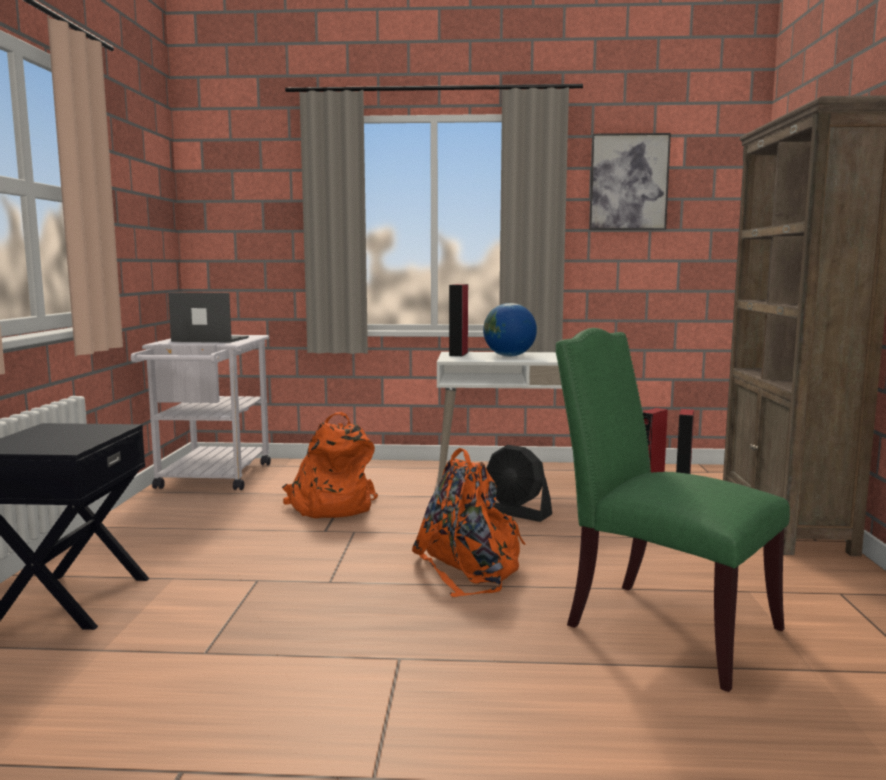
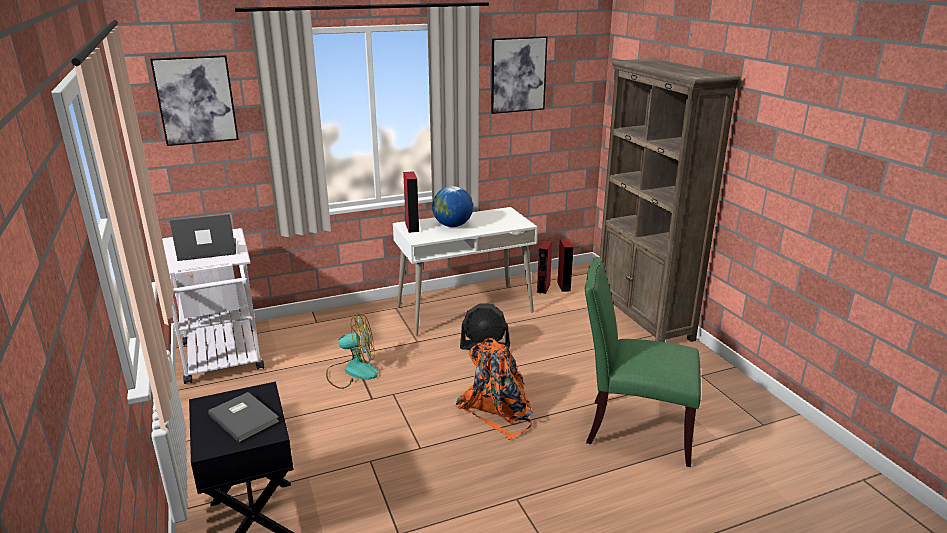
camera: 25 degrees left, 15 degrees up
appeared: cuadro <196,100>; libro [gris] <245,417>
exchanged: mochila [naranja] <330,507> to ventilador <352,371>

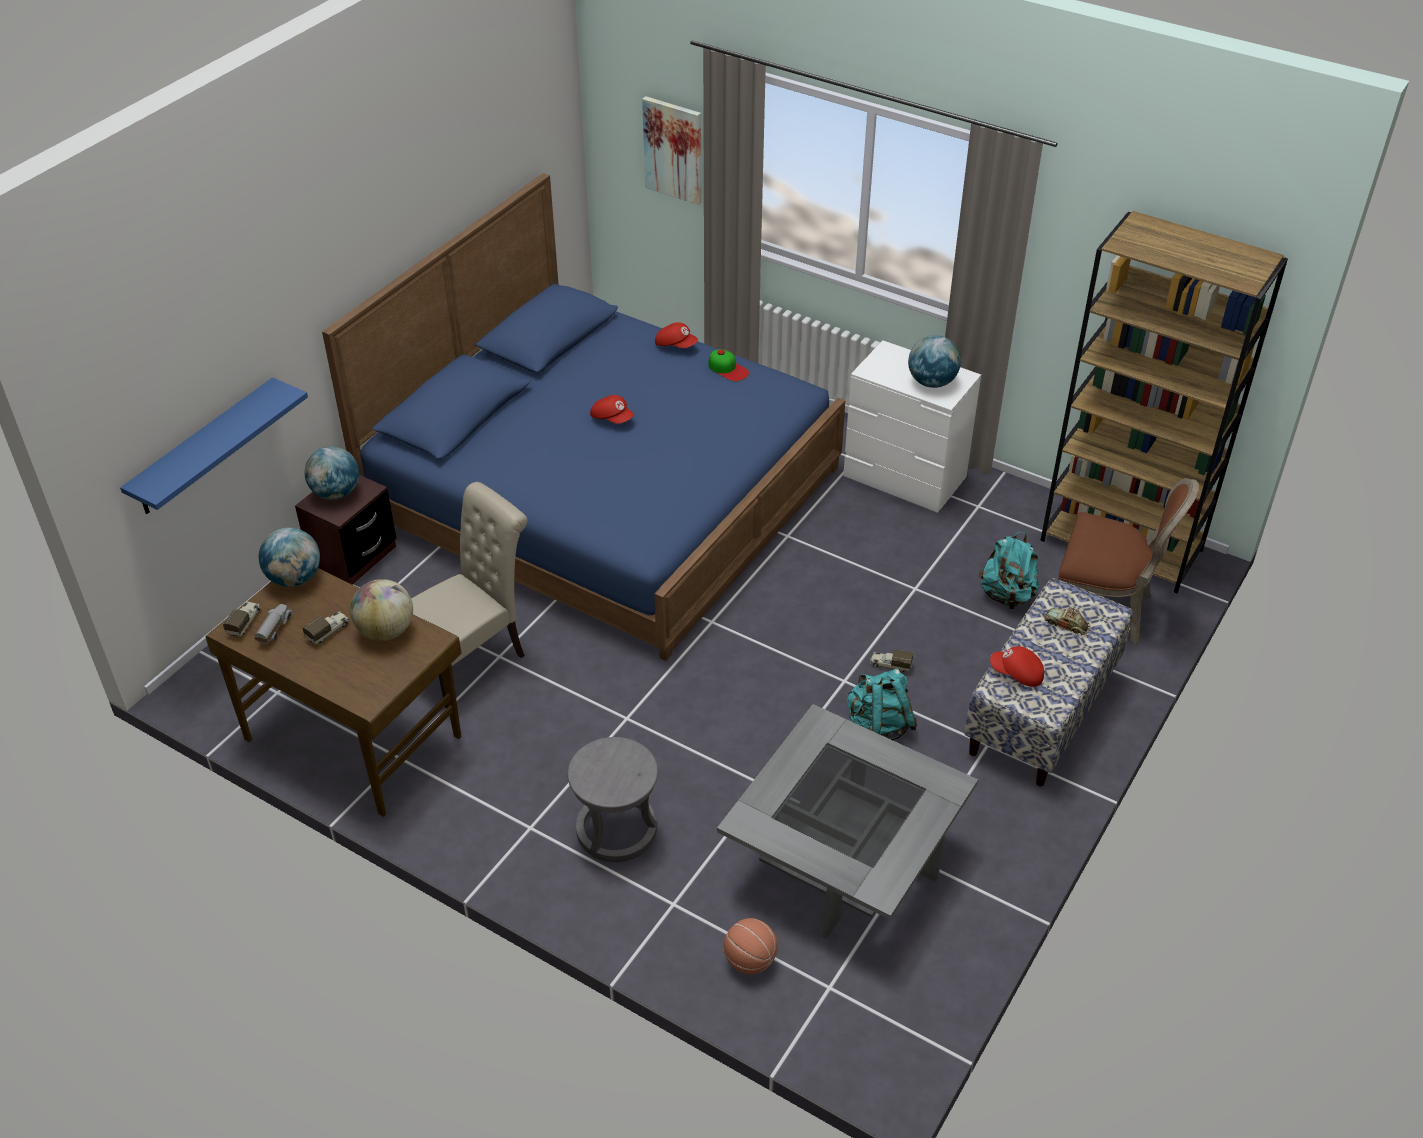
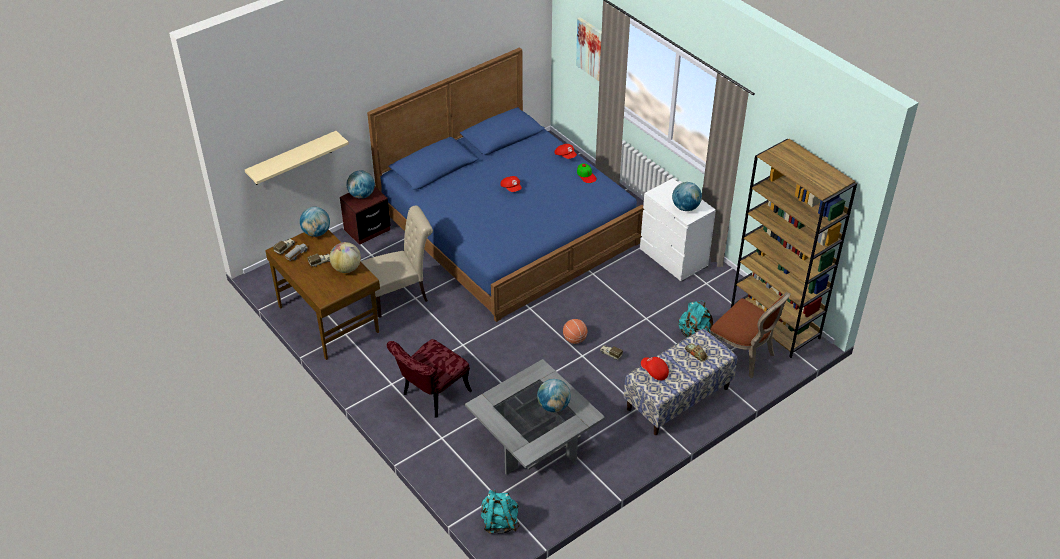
camera: 20 degrees right, 0 degrees up
appeared: globo terráqueo <553,406>
relocated: mochila [turquesa] <878,726> to <499,522>; balón de baloncesto <749,960> to <574,339>
exchanged: taburete [gris] <616,830> to silla [rojo] <431,396>
colour: estante [azul] <204,448> to estante [beis] <292,158>

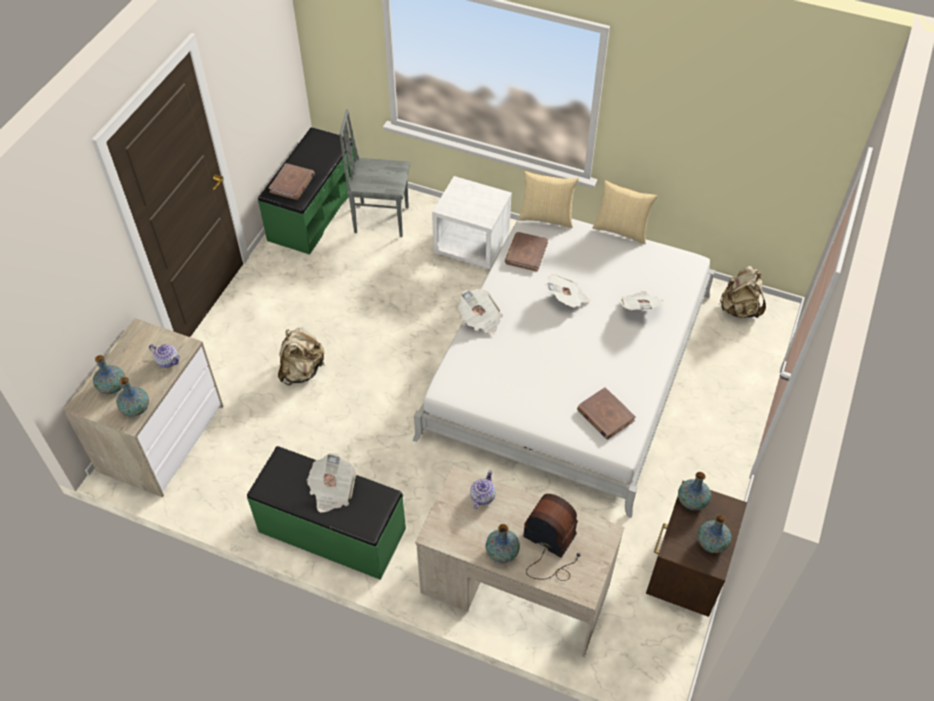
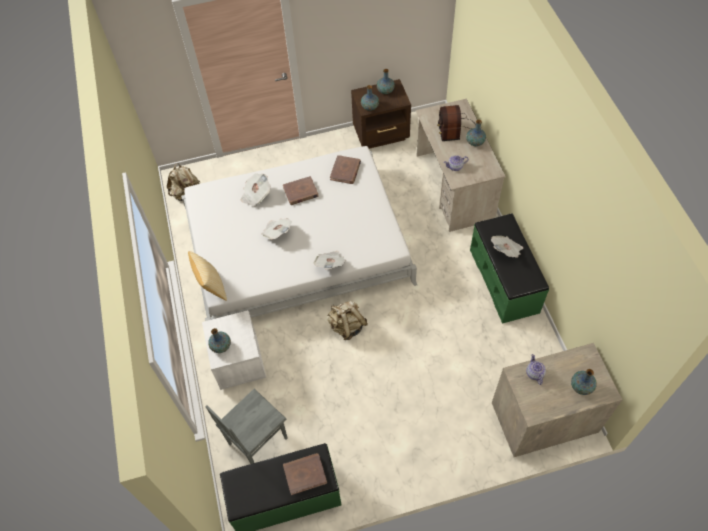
camera: 125 degrees left, 5 degrees up
missing: cojín <621,230>
relocated: libro [marrón] <526,253> to <300,192>; mochila [beis] <302,370> to <347,326>; florero <136,409> to <221,346>
spun: silla [gris] <381,219> = <257,441> 75 degrees clockwise

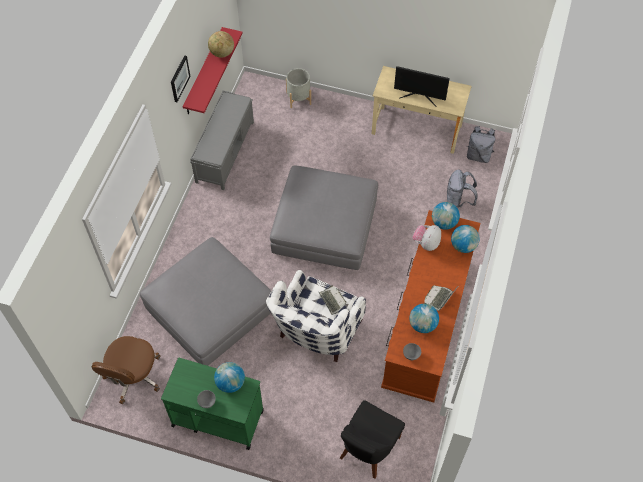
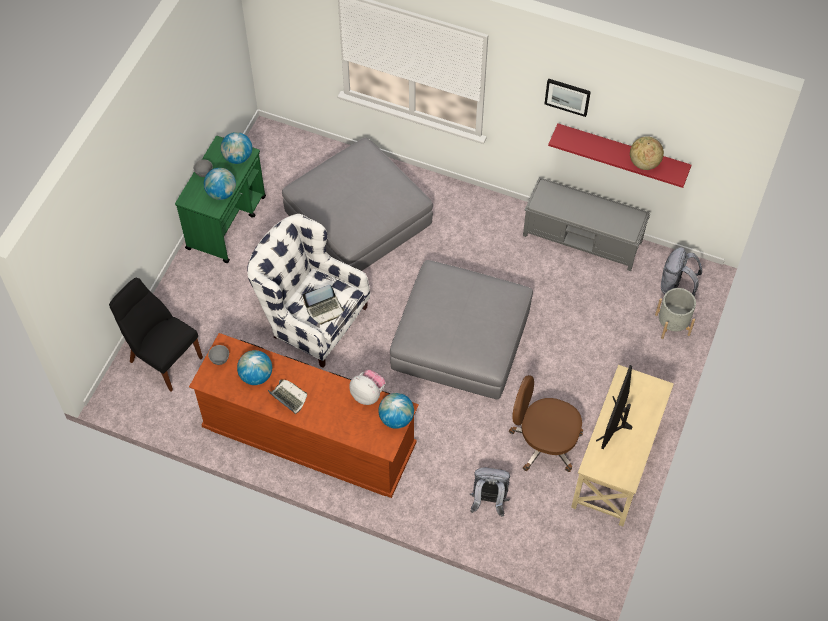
camera: 95 degrees right, 0 degrees up
relocated: mochila [gris] <478,155> to <676,287>; globo terráqueo <463,246> to <238,157>; silla de oficina [marrón] <133,376> to <544,442>

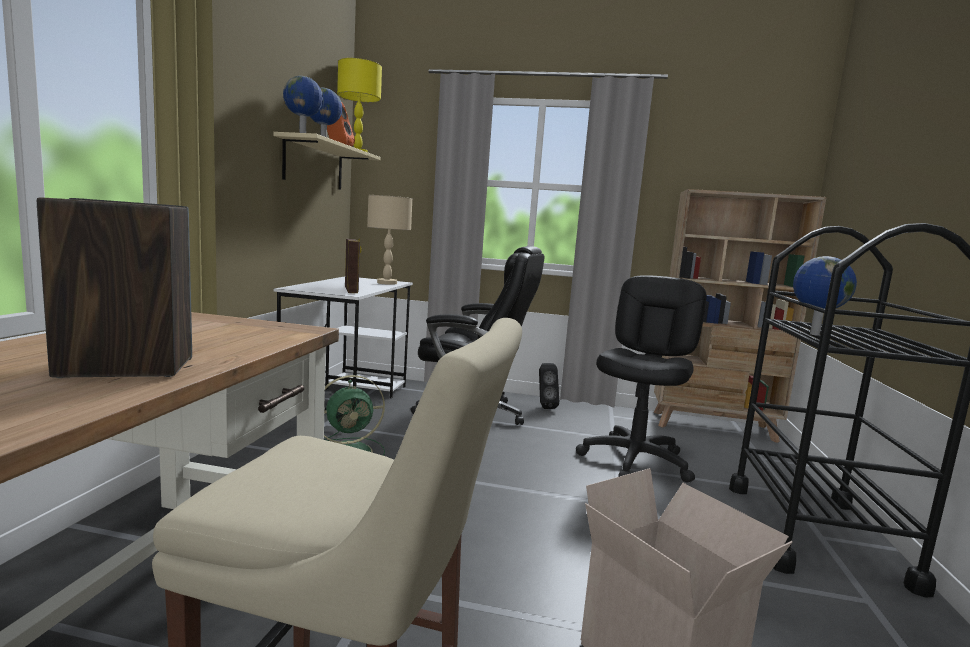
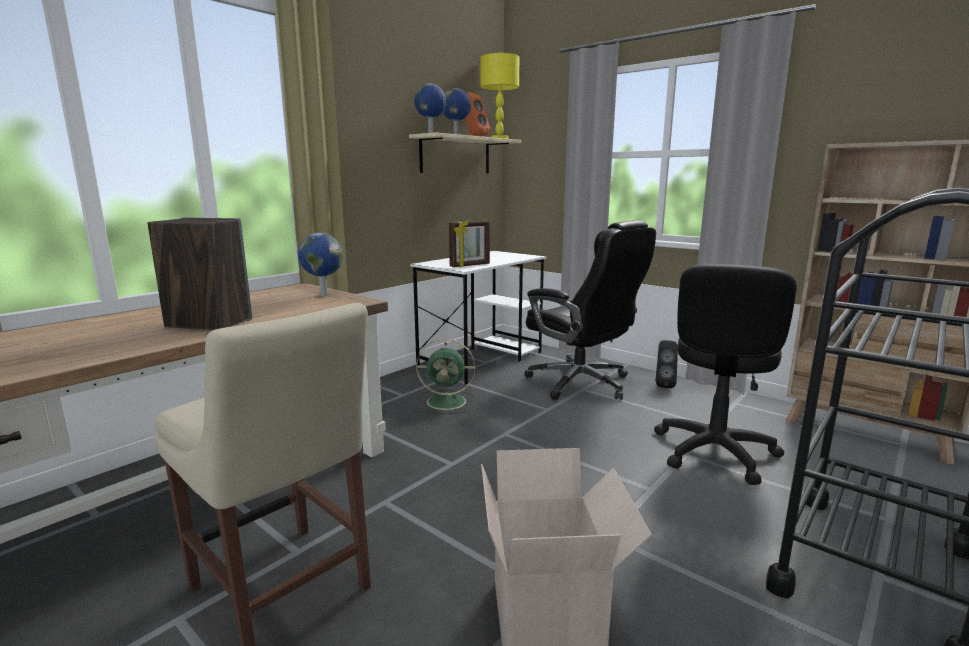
camera: 30 degrees right, 5 degrees up
missing: lámpara de mesa [beis] <387,283>
relocated: globo terráqueo <813,334> to <323,295>
spun: portarretratos <352,290> = <470,265> 45 degrees clockwise; silla de oficina [negro] <635,461> = <714,452> 150 degrees clockwise

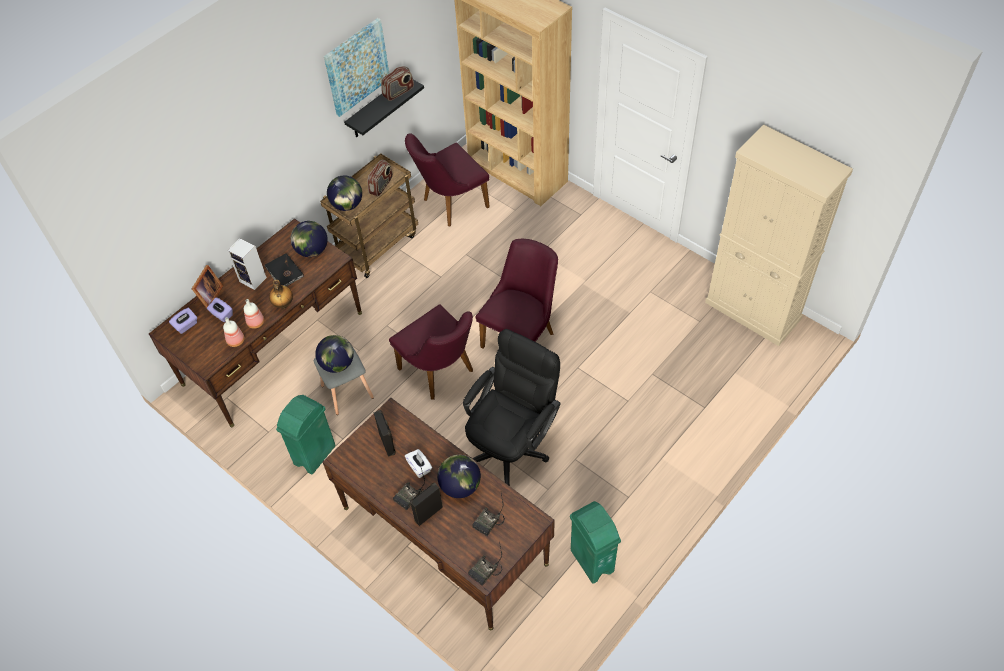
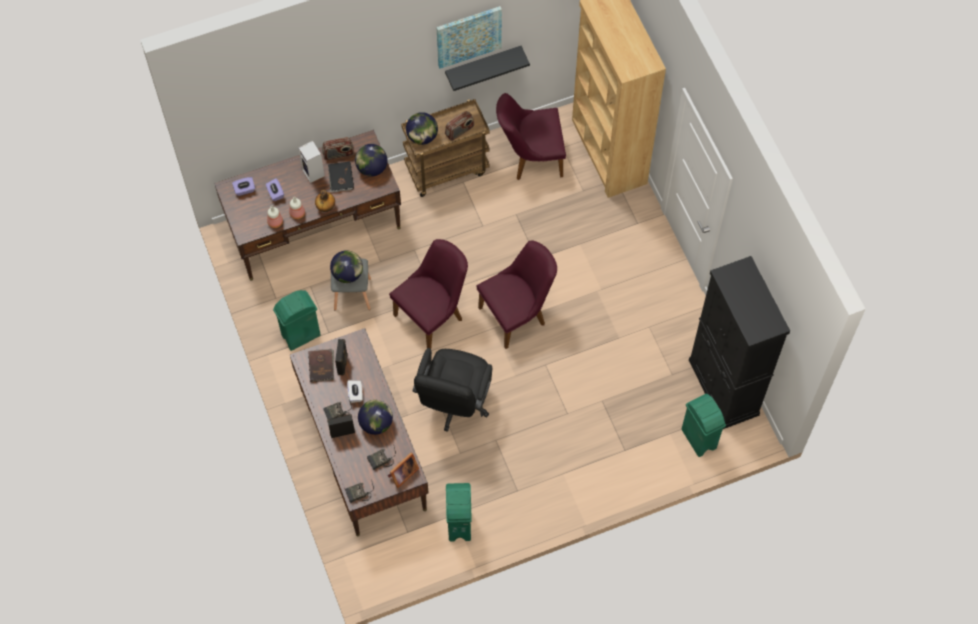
camera: 25 degrees right, 10 degrees up
appeared: libro [marrón] <322,366>; papelera [verde] <698,439>
relocated: radio <398,92> to <338,154>; portarretratos <208,297> to <402,474>
colour: armario [beis] <753,311> to armario [negro] <723,388>
spun: silla [morado] <441,373> = <434,314> 120 degrees counterclockwise; silla de oficina [negro] <512,445> = <454,404> 135 degrees clockwise

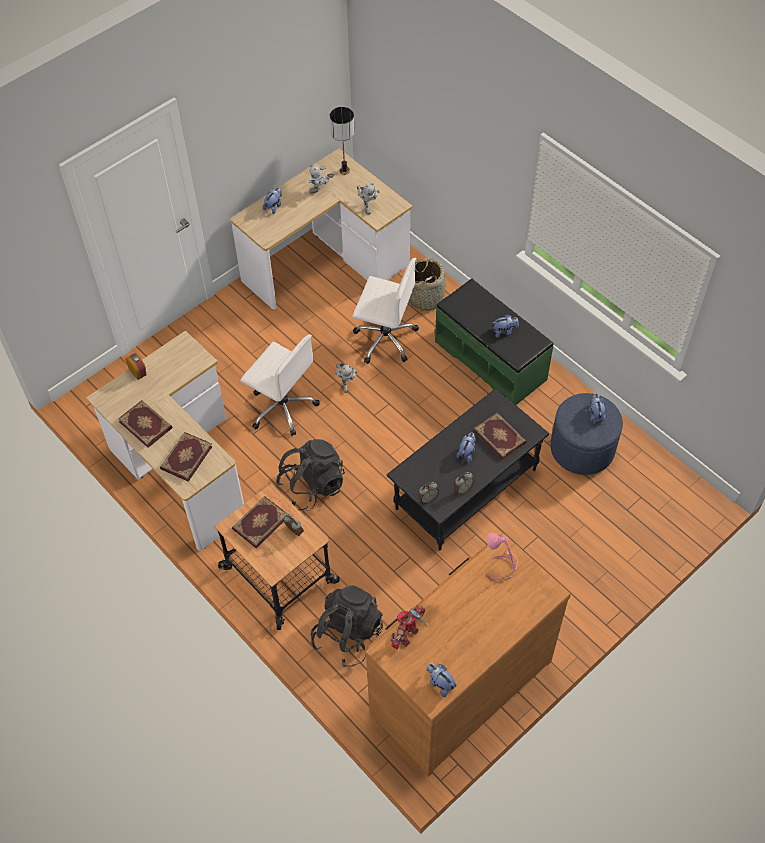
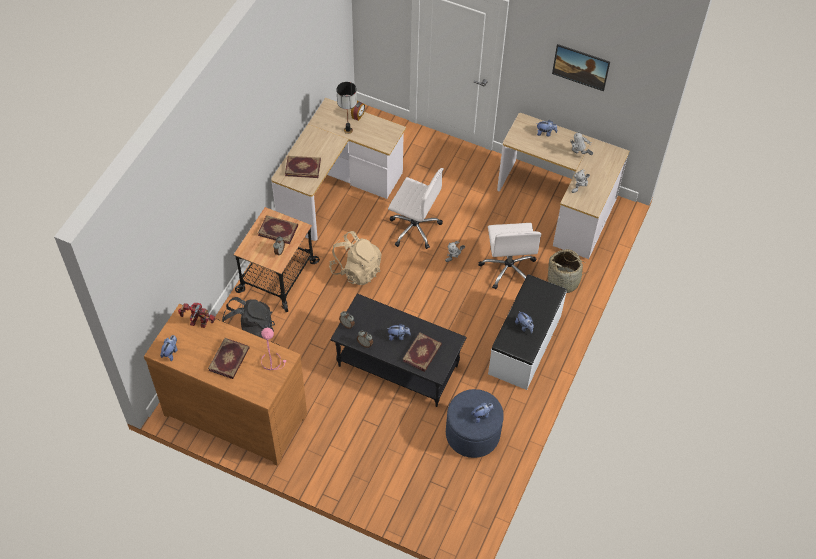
camera: 65 degrees right, 0 degrees up
appeared: cuadro <579,74>
relocated: lámpara de mesa <344,170> to <348,130>; libro <146,424> to <229,359>
colour: banco [verde] <491,360> to banco [blanco] <525,345>; mochila [negro] <312,486> to mochila [beis] <356,270>
spun: silla de oficina [blanco] <282,407> = <414,228> 75 degrees counterclockwise

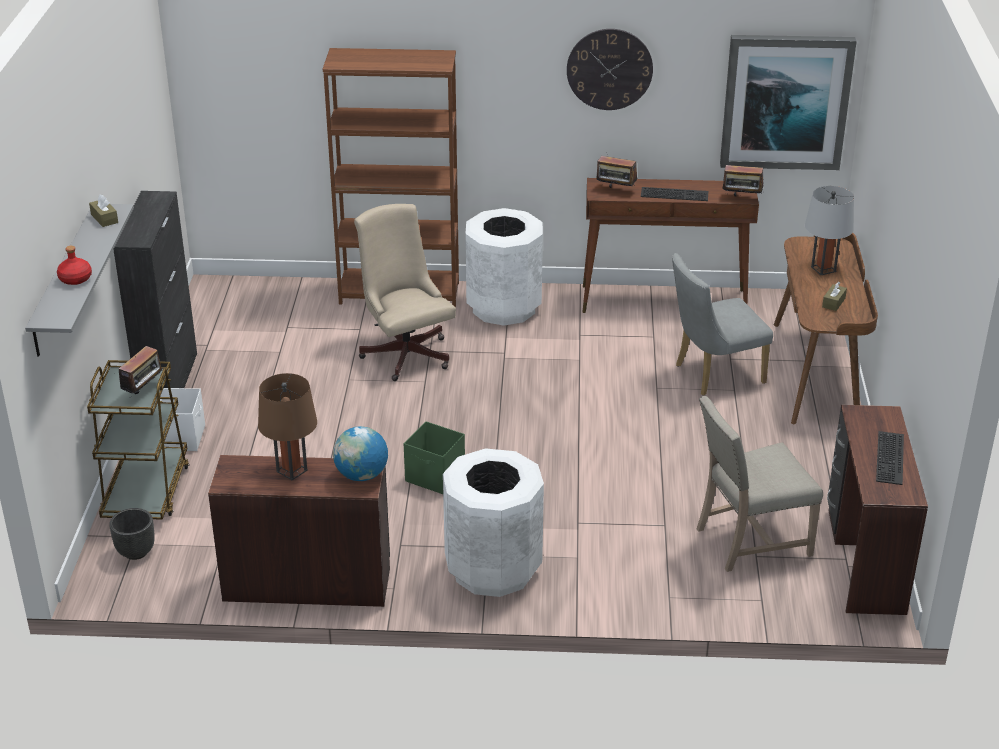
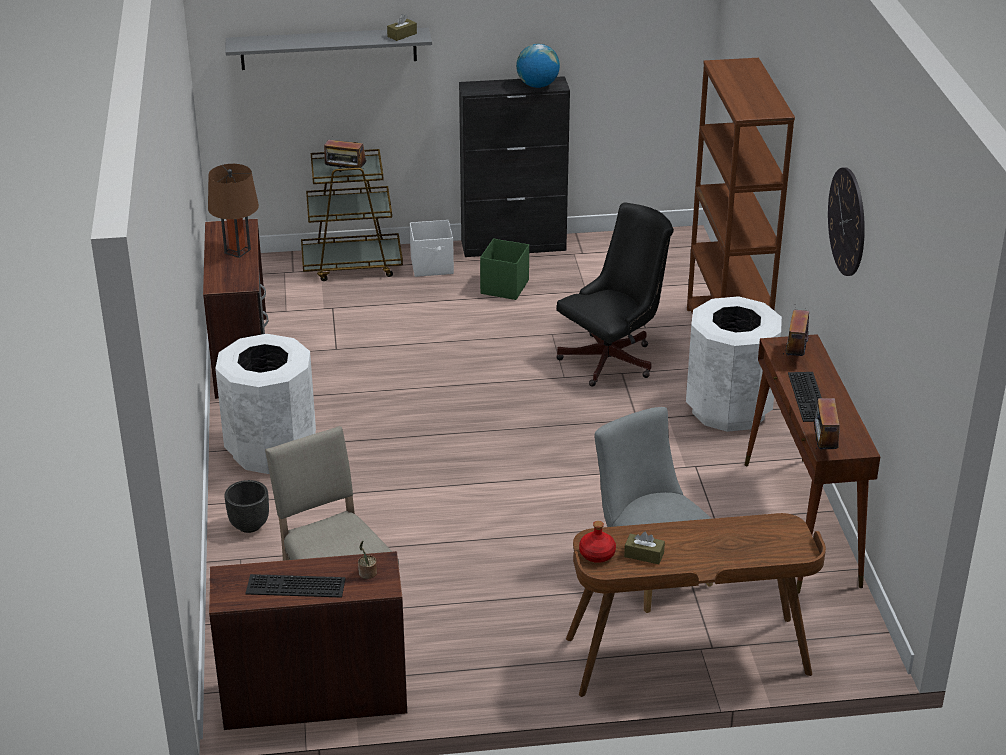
camera: 80 degrees right, 0 degrees up
missing: cuadro <785,101>; lámpara de mesa [gris] <823,269>
appeared: planta en maceta <367,574>
relocated: botella [rojo] <75,279> to <597,554>; caja de almacenaje [verde] <435,477> to <504,287>; globo terráqueo <361,475> to <537,85>; maceta [negro] <136,552> to <250,525>
colour: silla de oficina [beis] <405,352> to silla de oficina [negro] <613,359>

